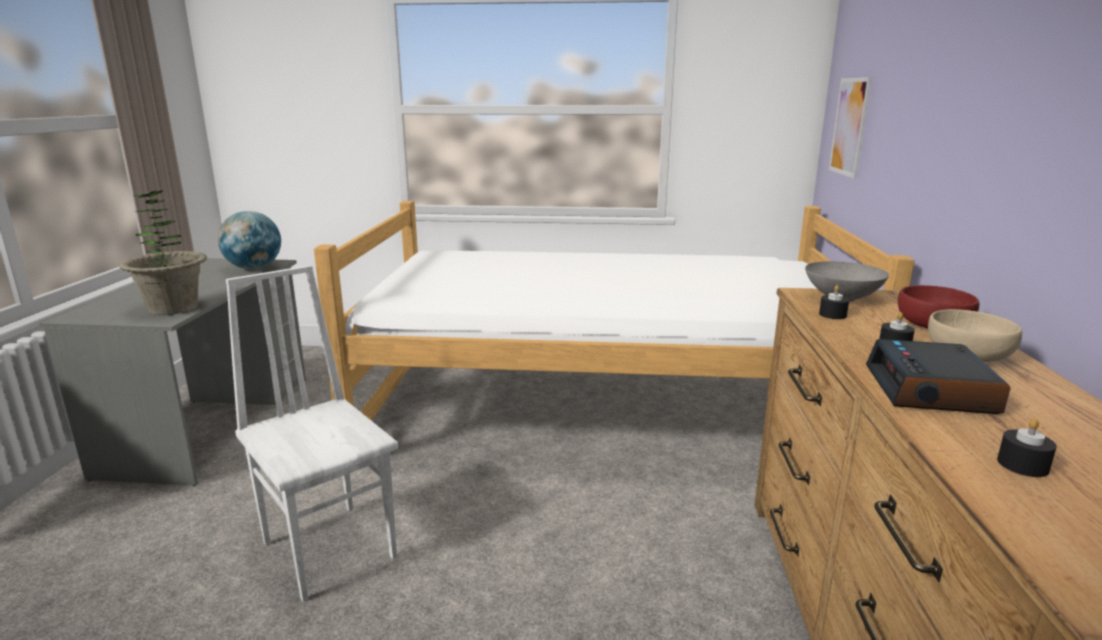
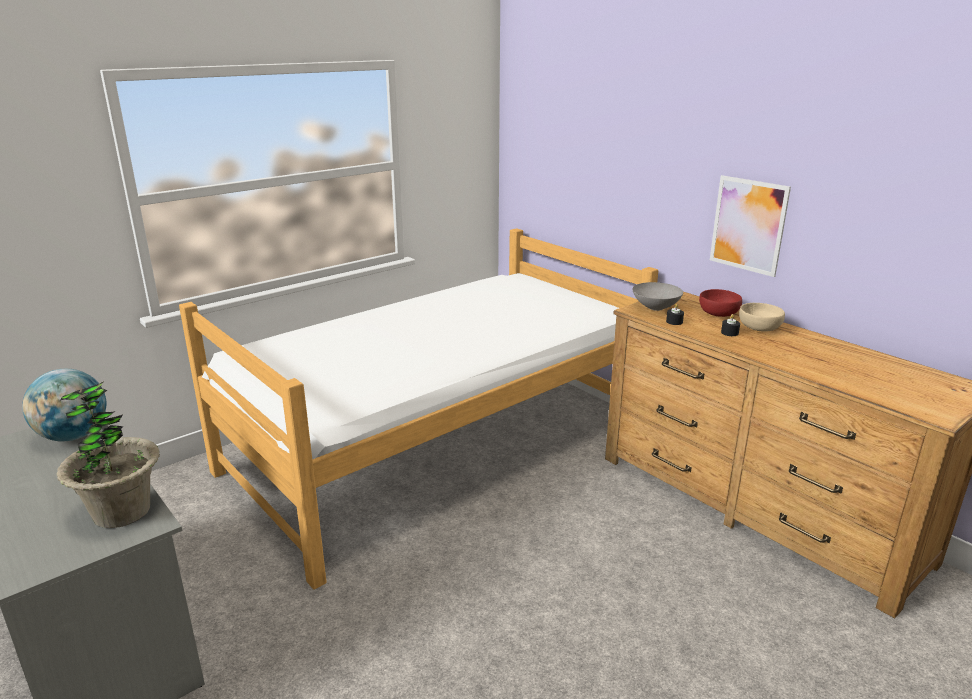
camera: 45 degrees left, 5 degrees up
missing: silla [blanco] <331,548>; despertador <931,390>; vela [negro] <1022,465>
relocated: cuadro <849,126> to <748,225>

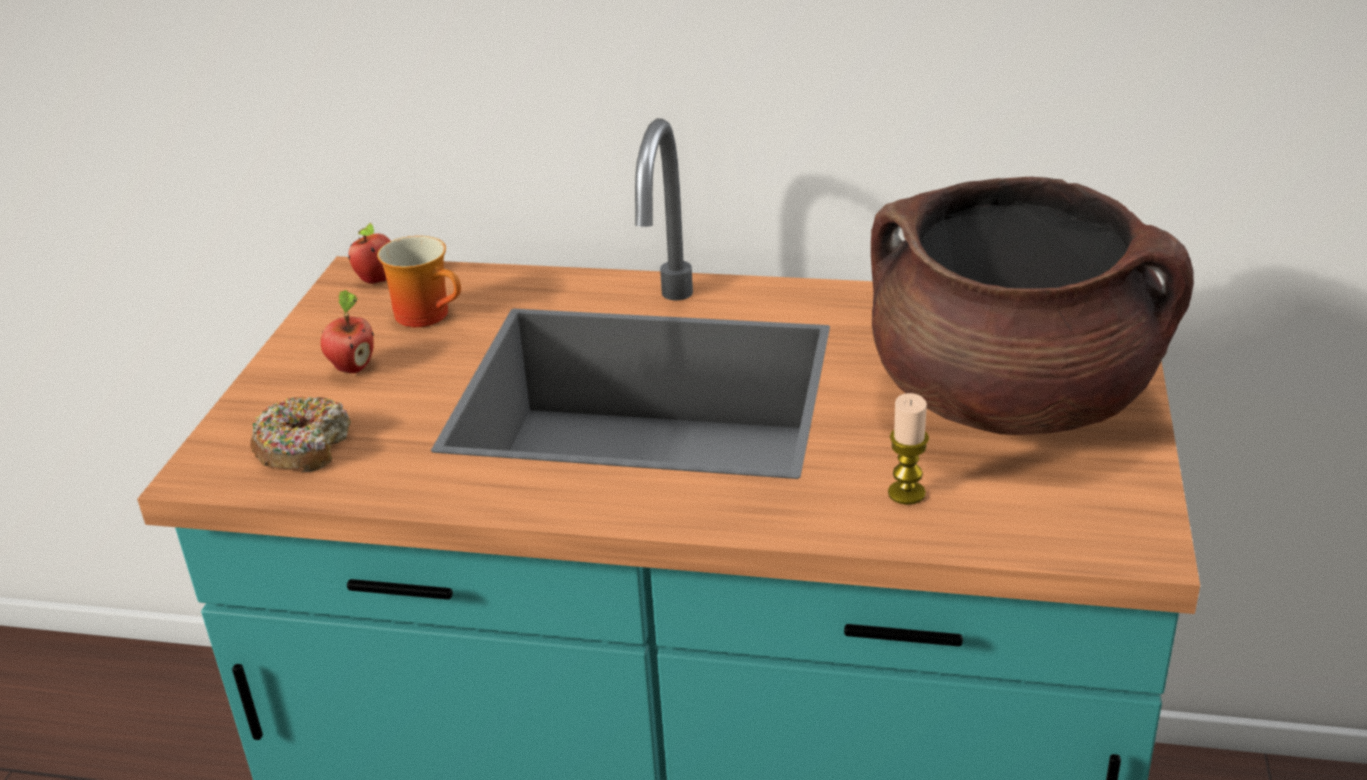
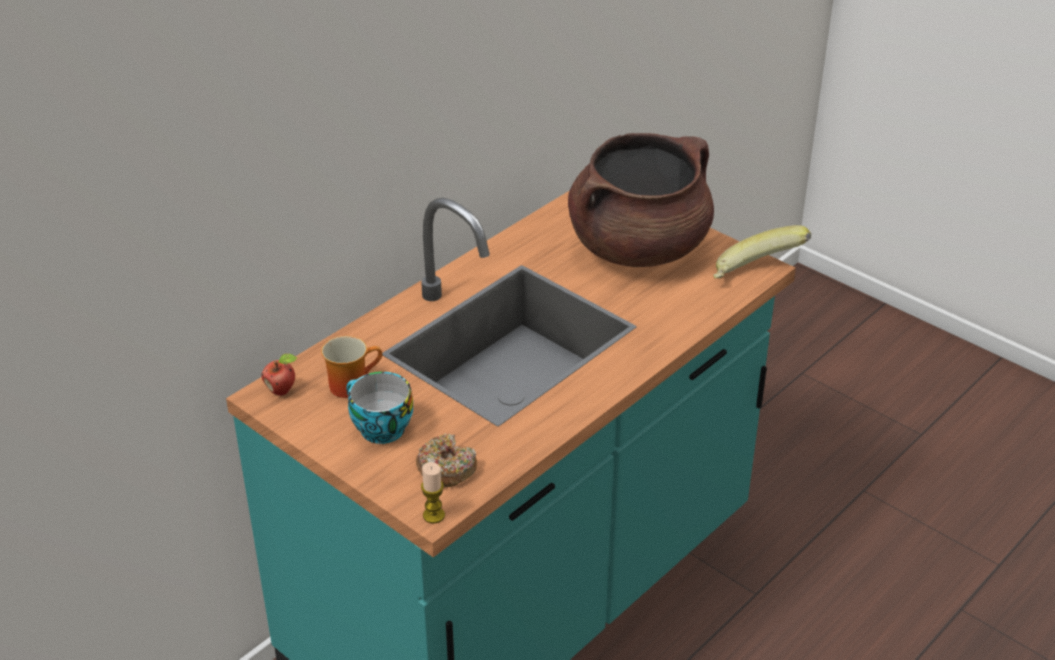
camera: 60 degrees left, 5 degrees up
appeared: plátano <756,276>
relocated: vela <906,493> to <433,515>
exchanged: manzana <352,367> to taza <378,429>

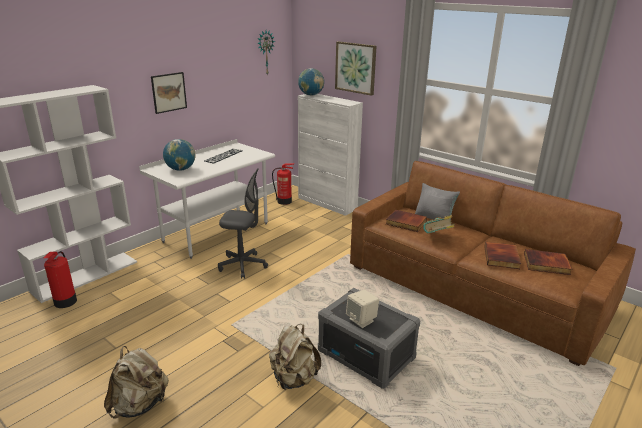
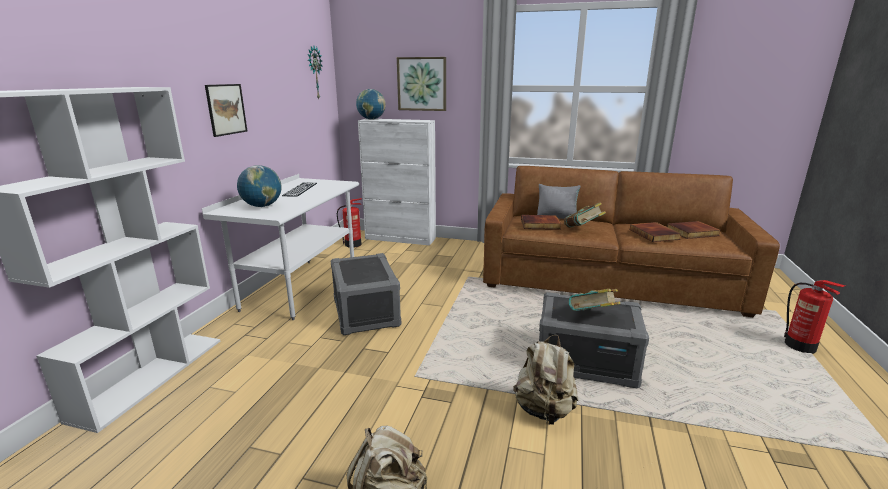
camera: 25 degrees left, 5 degrees down
relocated: extintor <65,302> to <800,346>
exchanged: silla de oficina [gris] <243,265> to caja de almacenaje [gris] <366,312>; altavoz [beis] <362,320> to libro <592,318>

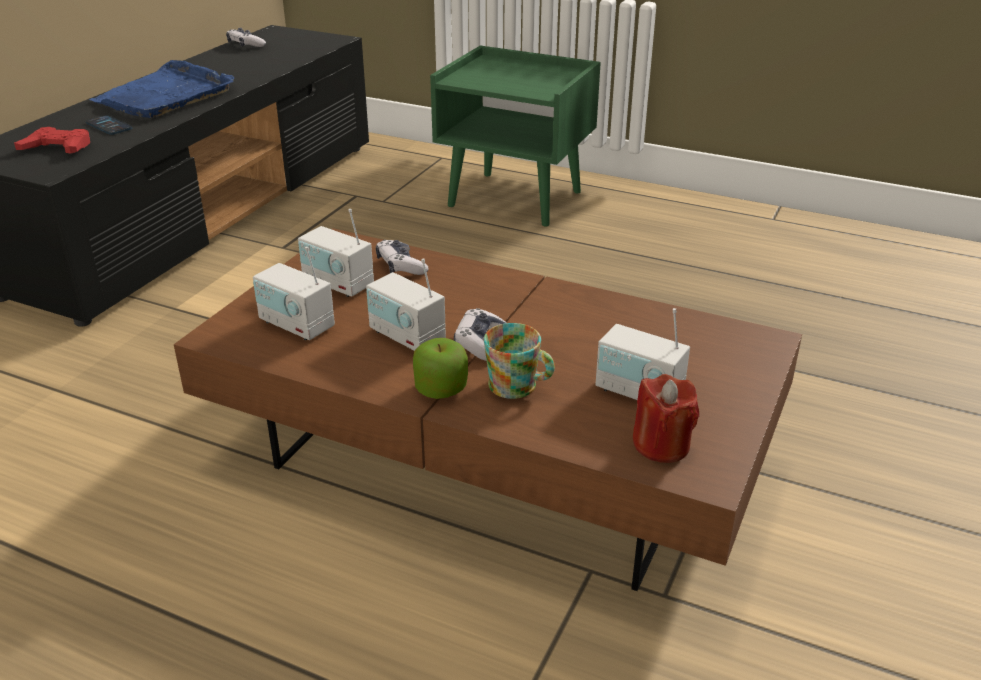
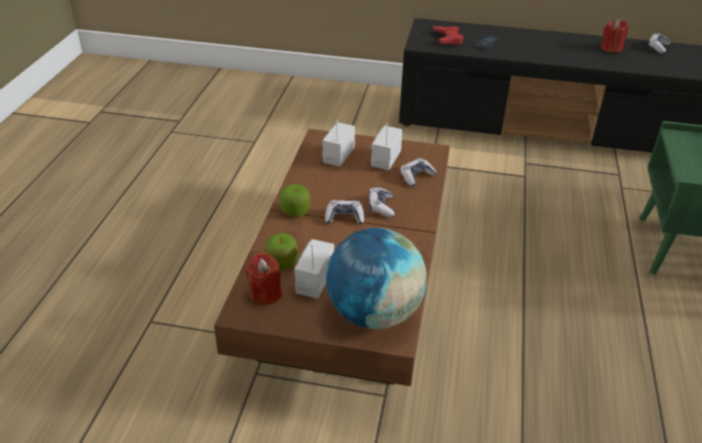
camera: 75 degrees right, 5 degrees up
missing: bandeja [azul] <165,95>; radio <406,336>; taza grande <519,387>
appeared: vela [rojo] <611,48>; mando de consola <381,207>; globo terráqueo <374,314>; manzana <281,262>

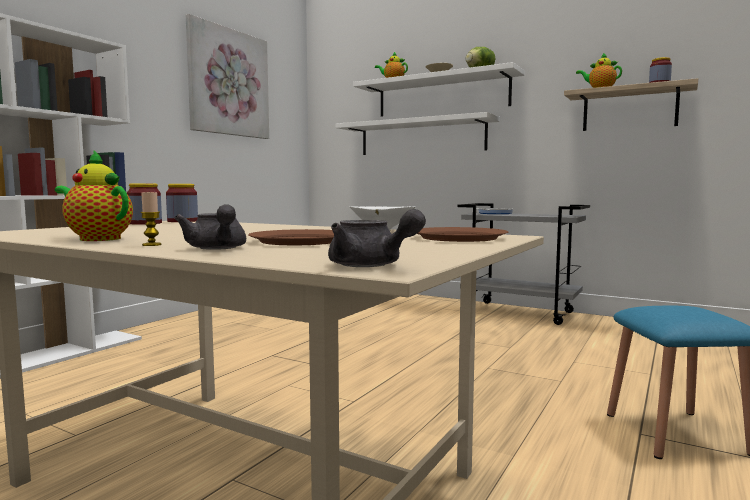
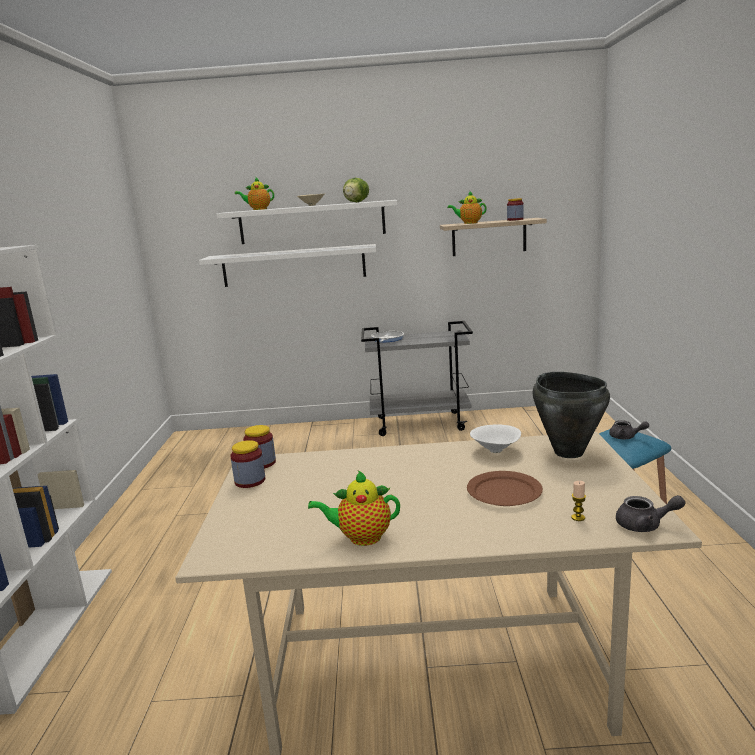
camera: 30 degrees left, 10 degrees up
missing: cuadro <229,82>
relocated: vela <151,245> to <578,517>; tetera [gris] <217,249> to <626,437>
exchanged: plato [marrón] <459,237> to olla [negro] <568,452>

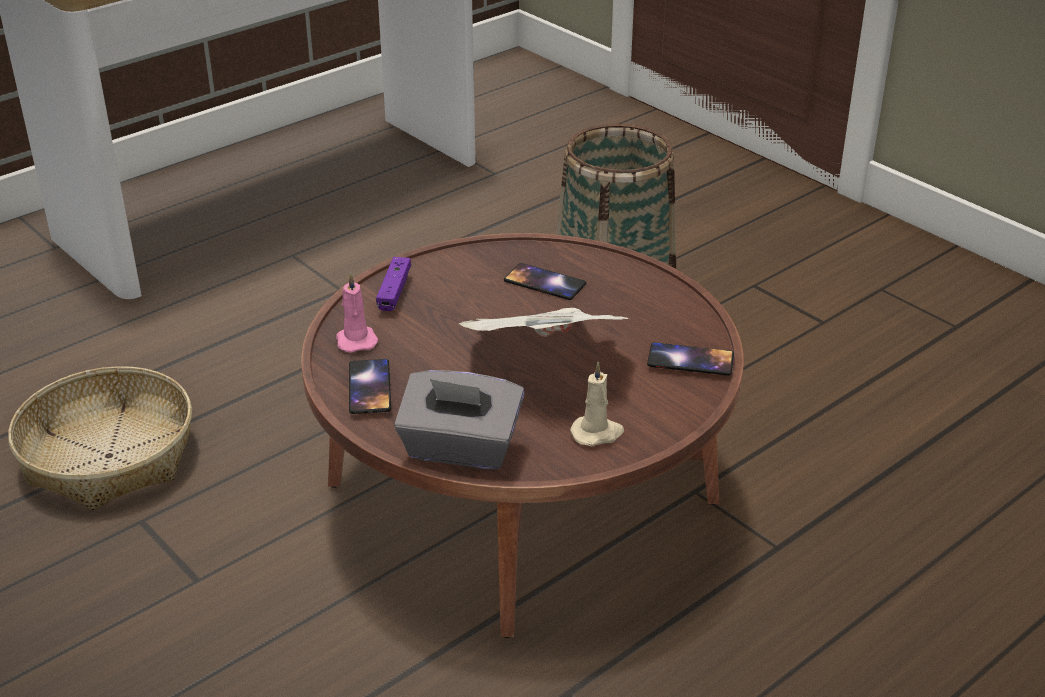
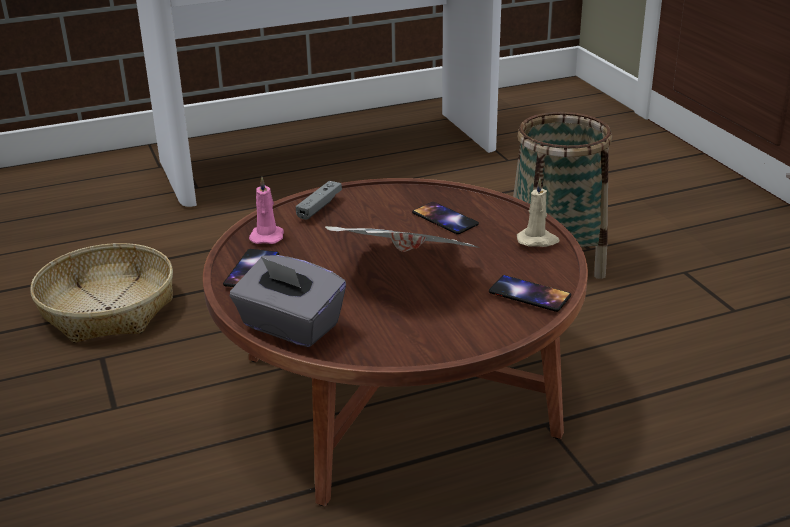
camera: 20 degrees right, 5 degrees down
relocated: vela [beis] <597,433> to <538,240>
colour: mando de consola [morado] <394,291> to mando de consola [gris] <319,206>

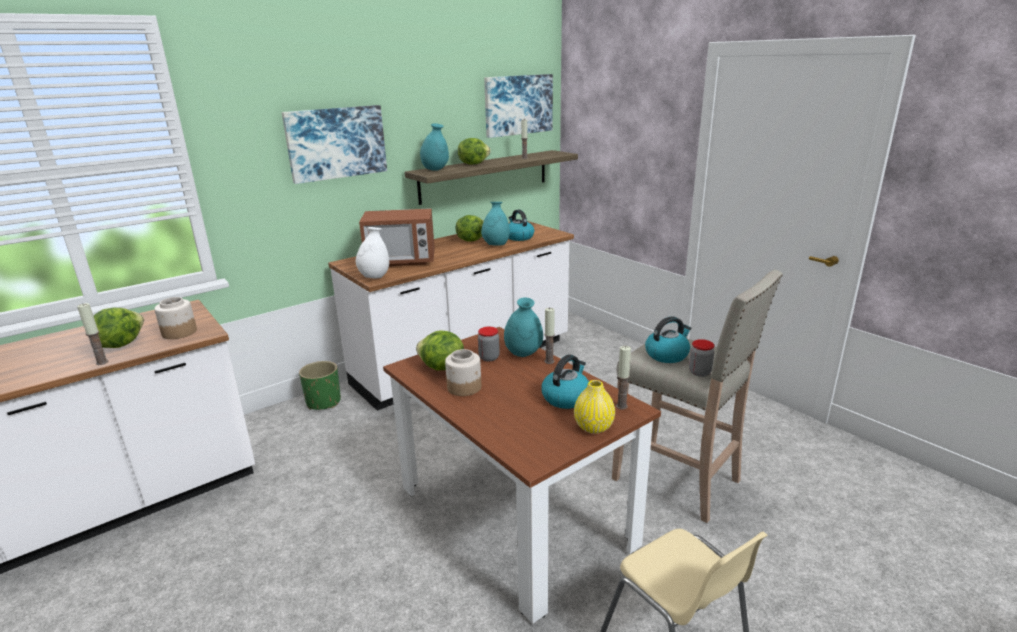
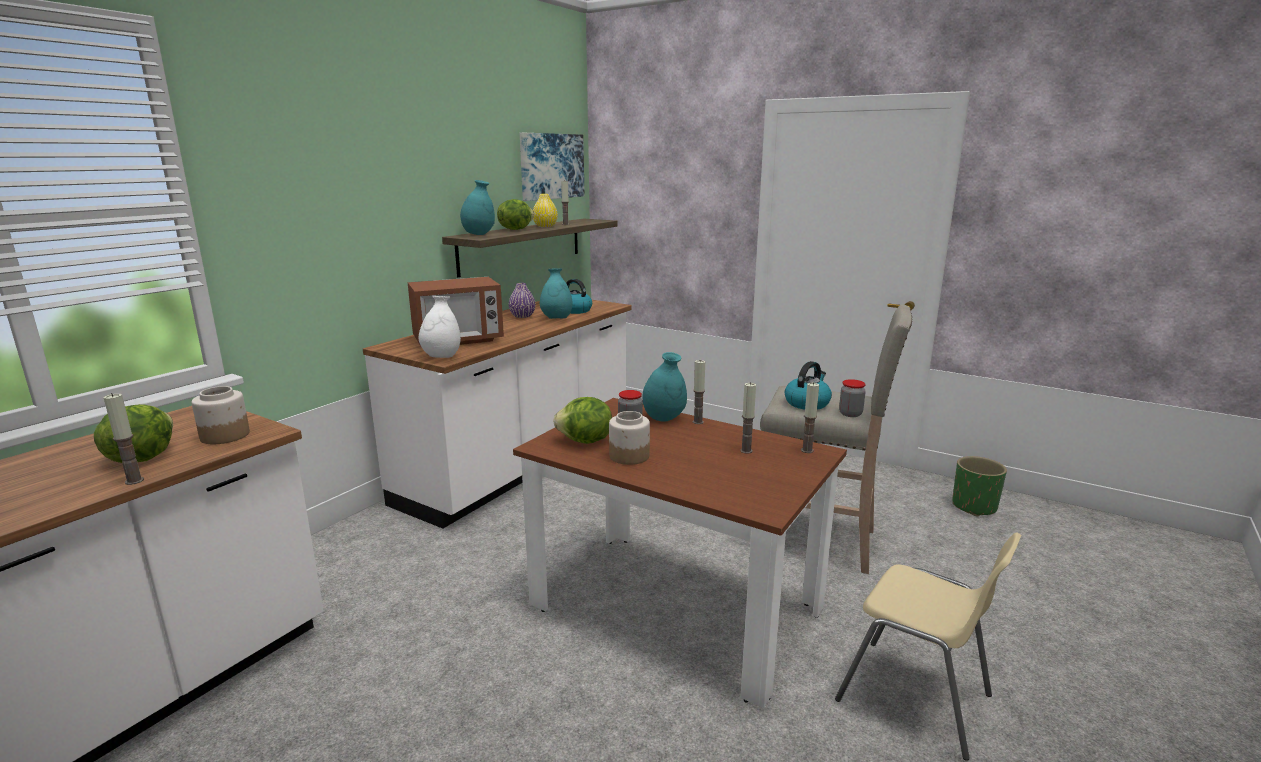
camera: 20 degrees left, 5 degrees down
missing: cuadro <336,143>
relocated: maceta [verde] <324,402> to <974,507>; florero [amarillo] <593,427> to <545,226>
exchanged: lechuga <471,240> to florero [morado] <522,316>; hervidor <566,397> to vela <746,451>

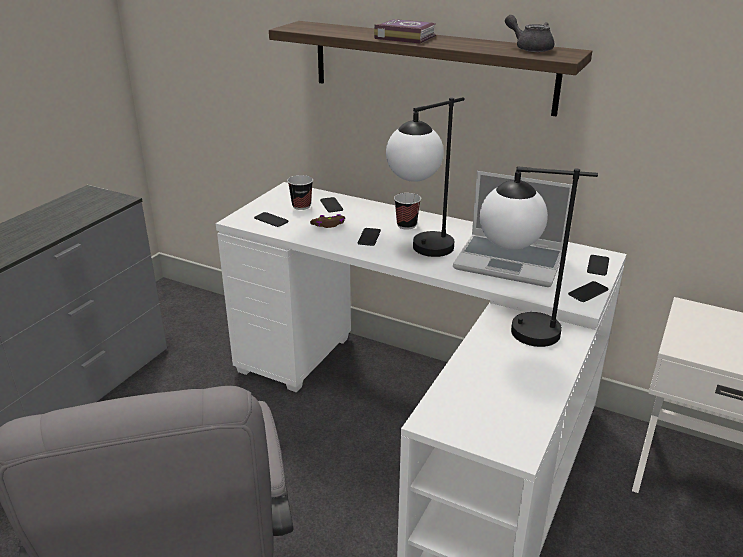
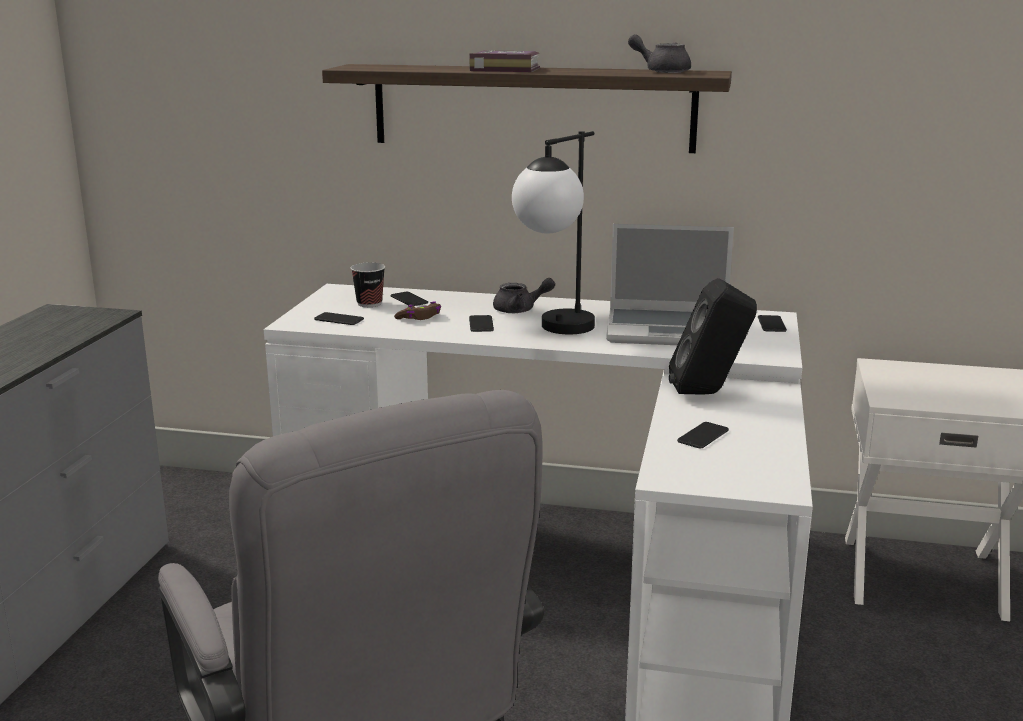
camera: 15 degrees left, 10 degrees down
relocated: móvil <588,292> to <703,436>
exchanged: lámpara de mesa <514,330> to altavoz [negro] <709,393>; taza <406,225> to tetera [gris] <520,310>

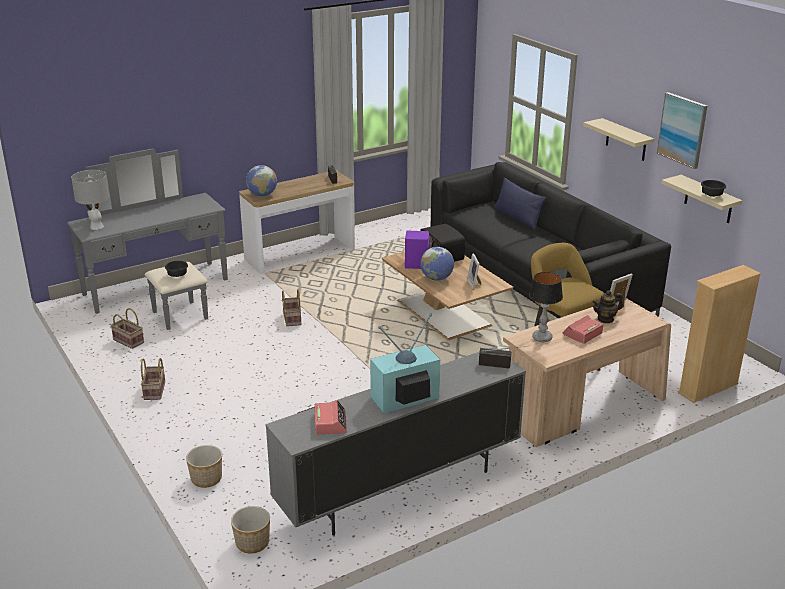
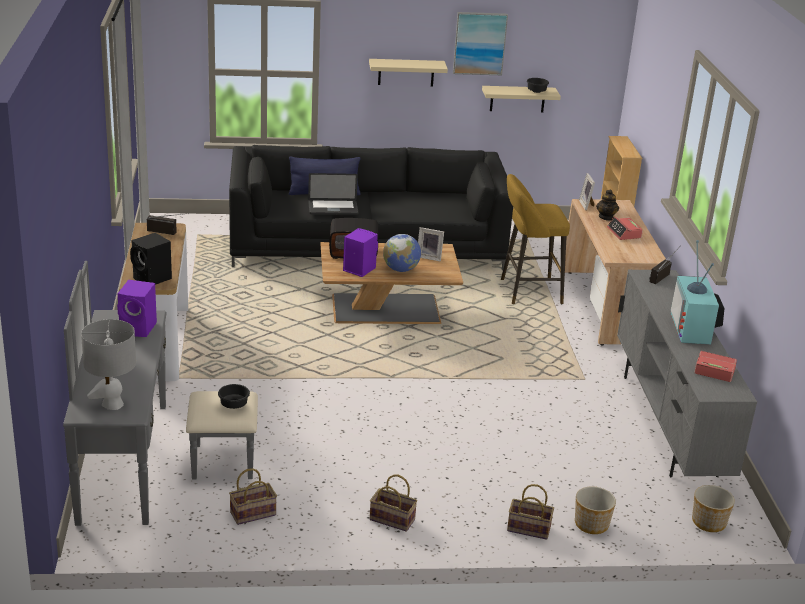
camera: 65 degrees left, 0 degrees up
missing: lámpara de mesa <542,337>
appeared: portátil <333,208>; altavoz [morado] <139,328>
relocated: cesta <291,318> to <527,529>
exchanged: globo terráqueo <262,195> to altavoz [negro] <152,279>

